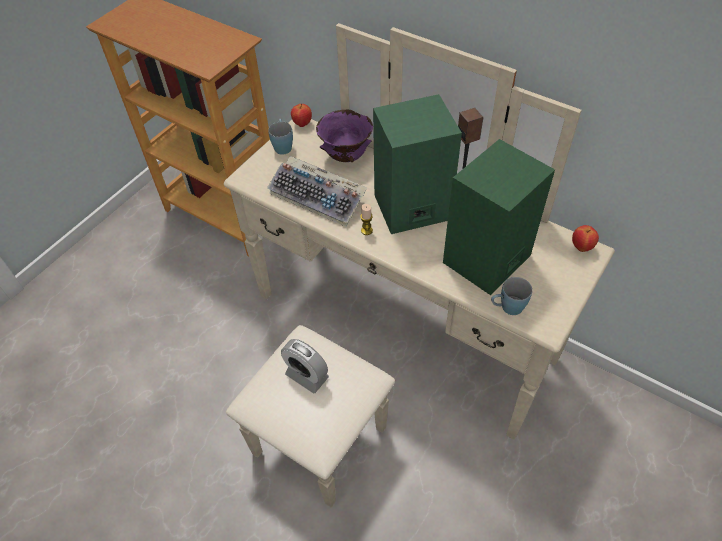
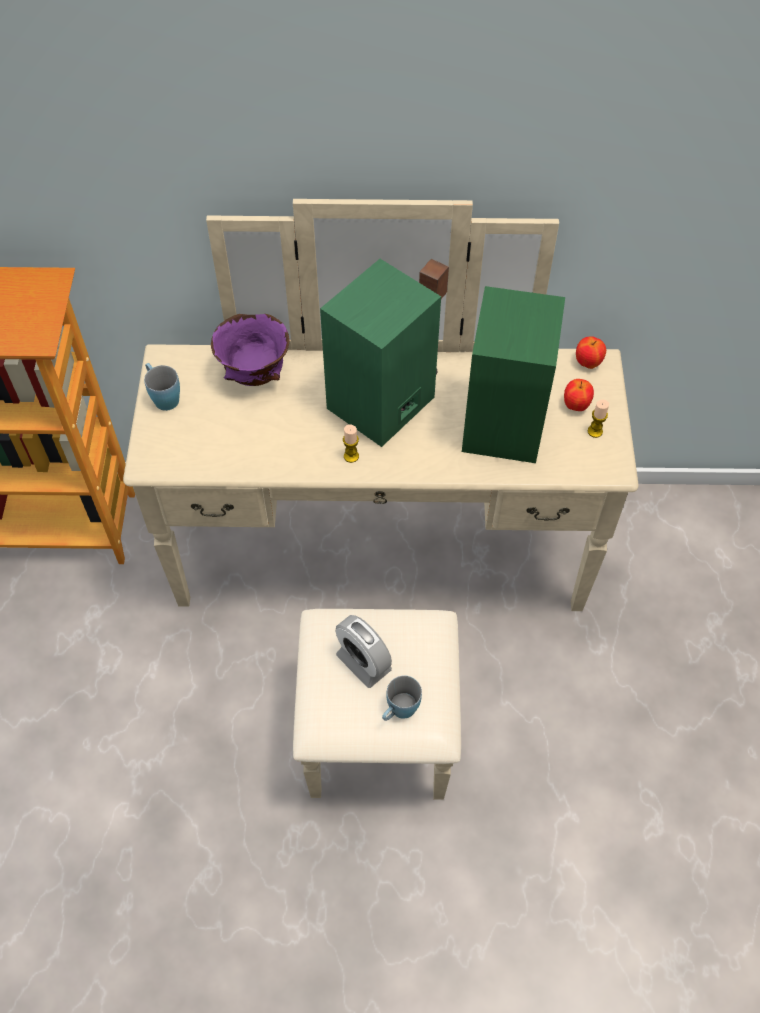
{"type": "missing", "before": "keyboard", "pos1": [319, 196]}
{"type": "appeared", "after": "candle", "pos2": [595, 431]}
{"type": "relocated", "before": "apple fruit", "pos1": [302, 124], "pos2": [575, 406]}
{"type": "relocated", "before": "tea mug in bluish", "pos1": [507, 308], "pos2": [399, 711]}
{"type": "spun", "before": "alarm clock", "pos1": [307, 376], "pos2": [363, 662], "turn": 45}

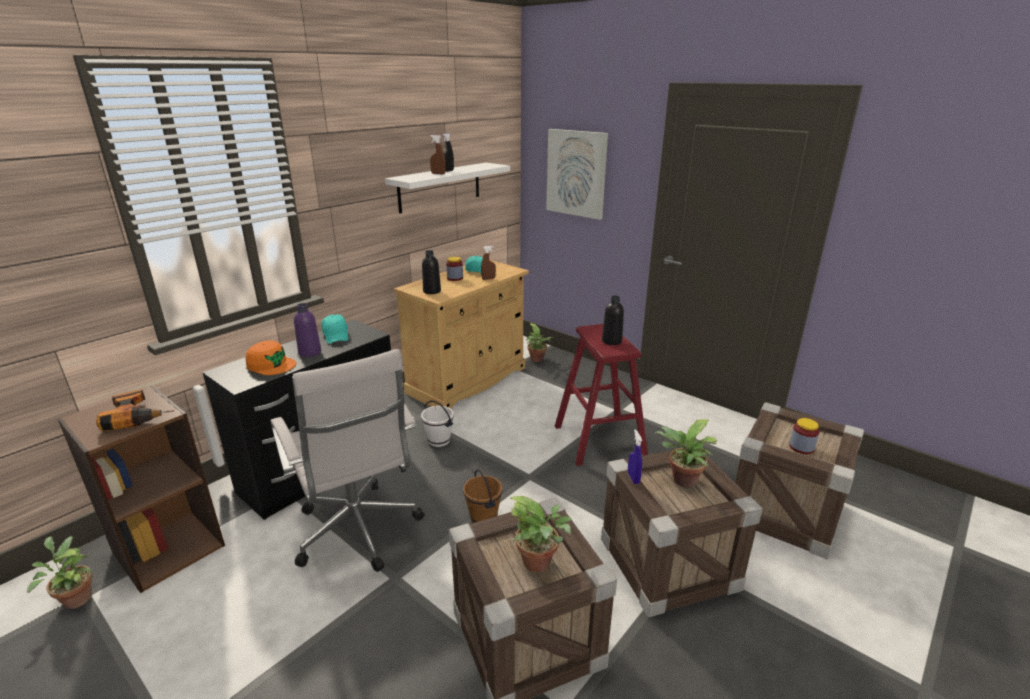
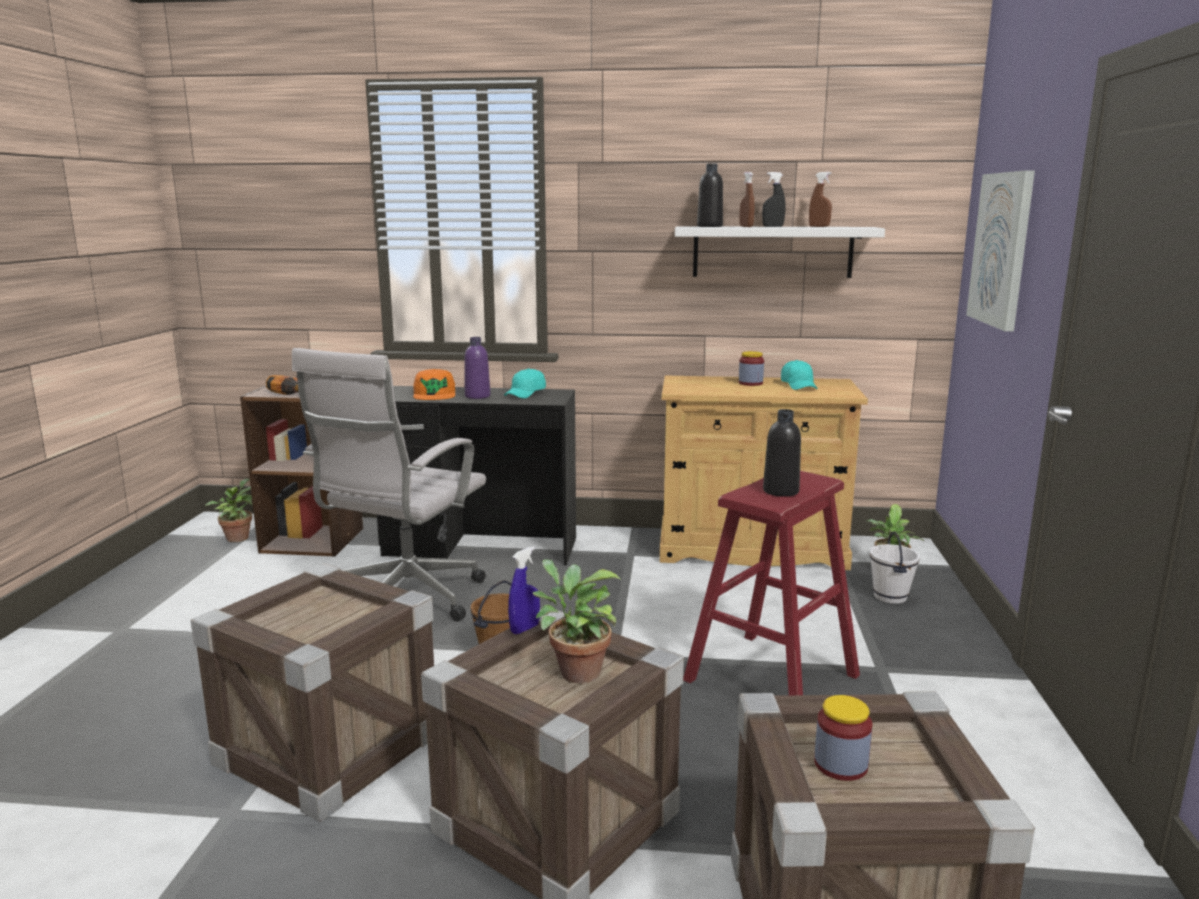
{"type": "missing", "before": "houseplant", "pos1": [540, 563]}
{"type": "relocated", "before": "water bucket in white-coloured", "pos1": [438, 441], "pos2": [889, 597]}
{"type": "relocated", "before": "drink bottle in blackish", "pos1": [432, 291], "pos2": [709, 226]}
{"type": "relocated", "before": "spray bottle in brownish", "pos1": [488, 279], "pos2": [819, 226]}

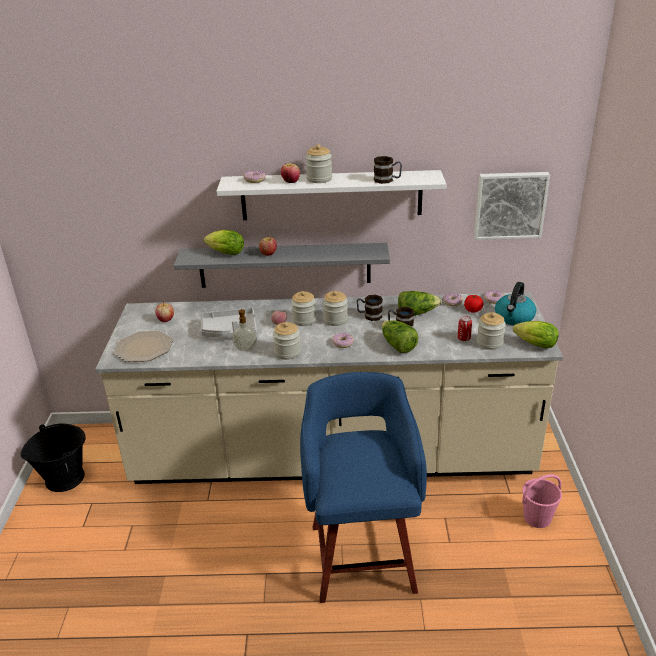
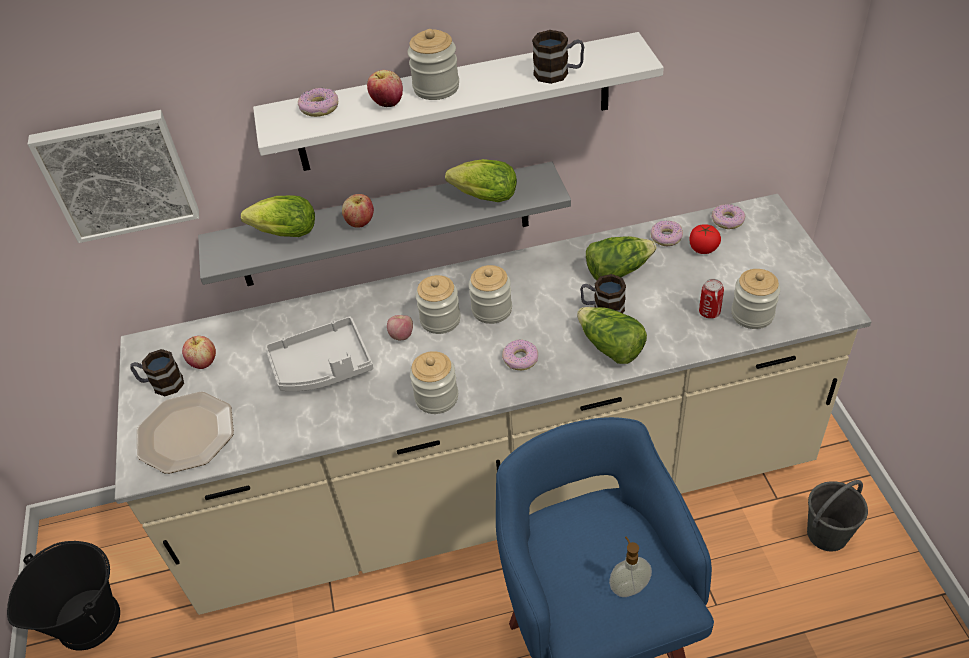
{"type": "missing", "before": "kettle", "pos1": [514, 318]}
{"type": "relocated", "before": "liquid soap bottle", "pos1": [245, 348], "pos2": [628, 587]}
{"type": "relocated", "before": "tea mug", "pos1": [369, 316], "pos2": [161, 384]}
{"type": "relocated", "before": "picture", "pos1": [510, 205], "pos2": [118, 174]}
{"type": "relocated", "before": "head of lettuce", "pos1": [533, 344], "pos2": [481, 197]}
{"type": "colour", "before": "water bucket in pink-coloured", "after": "water bucket in greyish", "pos1": [537, 518], "pos2": [827, 533]}

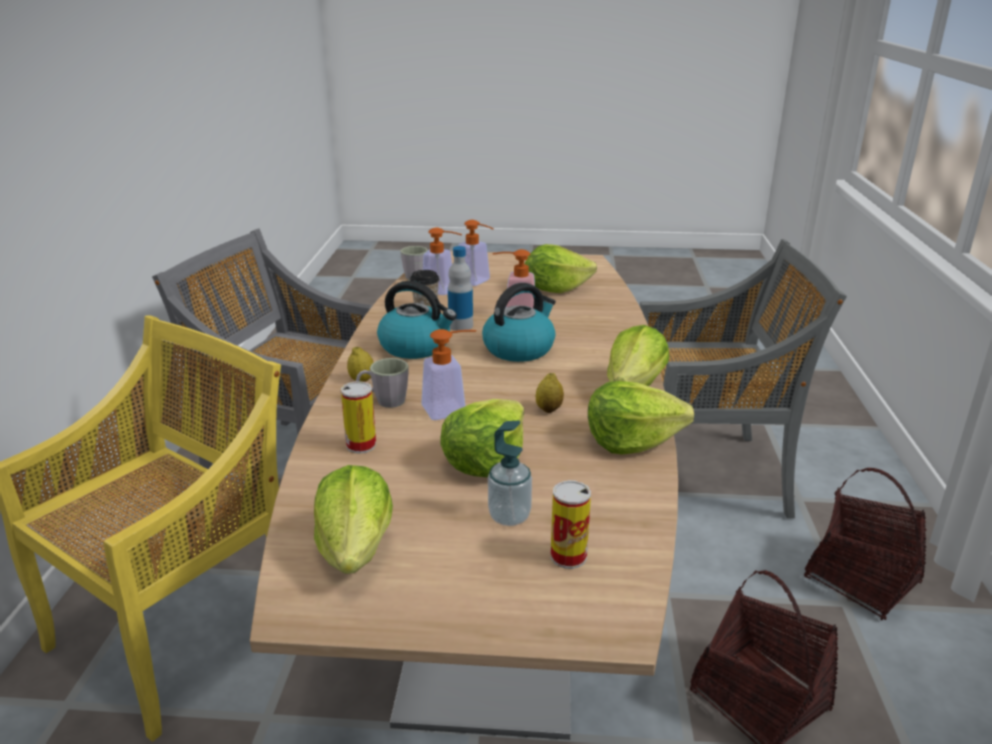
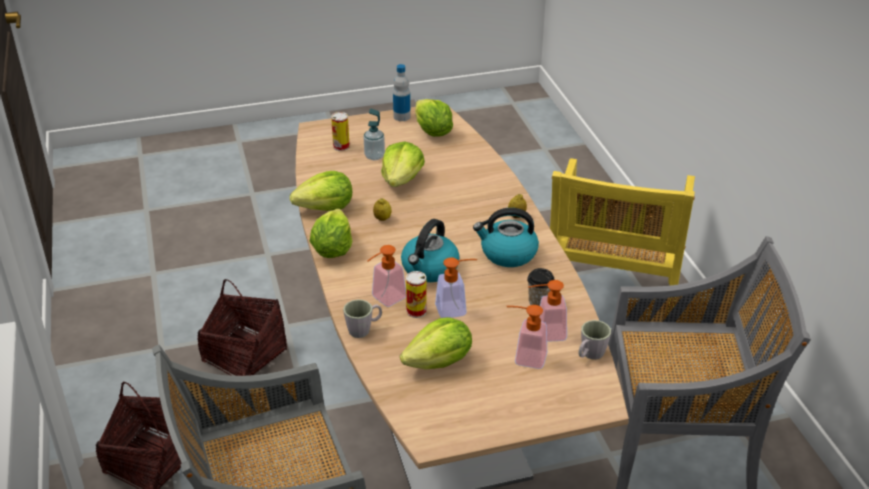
{"type": "relocated", "before": "metal can", "pos1": [361, 445], "pos2": [416, 311]}
{"type": "relocated", "before": "tea mug in greyish", "pos1": [384, 401], "pos2": [364, 329]}
{"type": "relocated", "before": "liquid soap bottle", "pos1": [451, 409], "pos2": [384, 299]}
{"type": "relocated", "before": "drink bottle", "pos1": [460, 326], "pos2": [402, 117]}

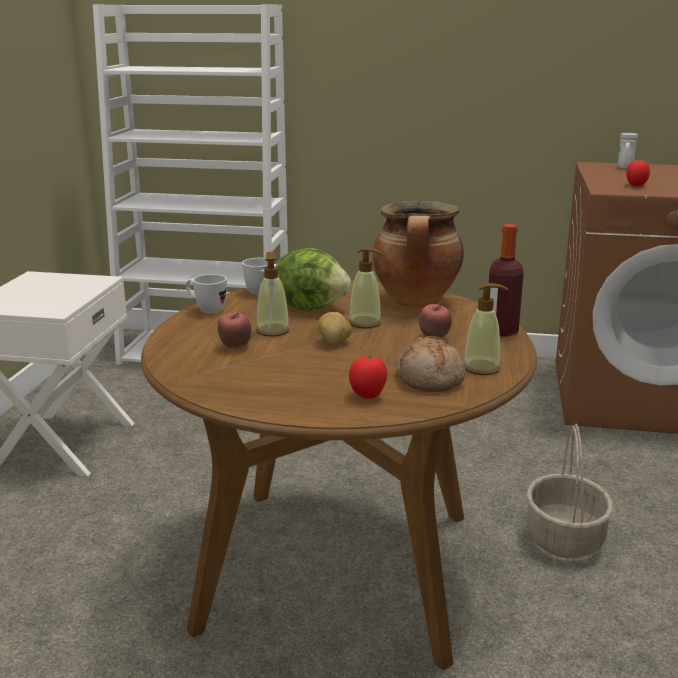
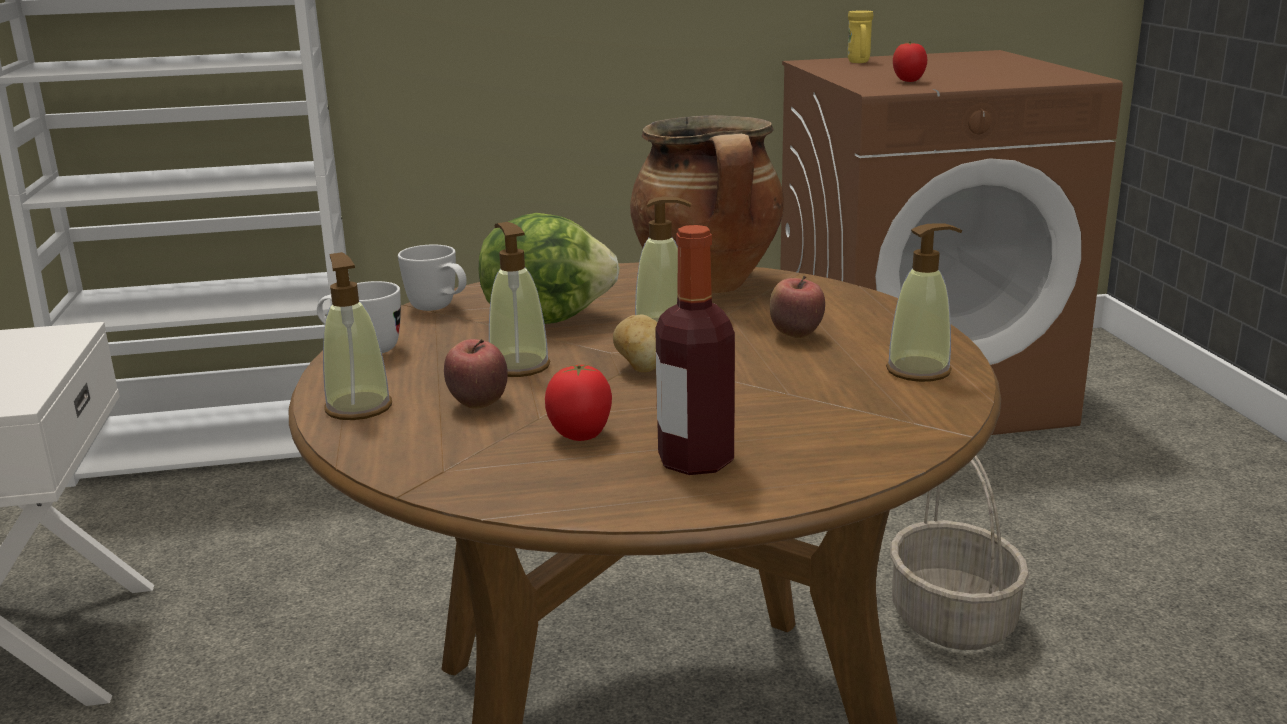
{"type": "missing", "before": "bakery bread", "pos1": [430, 379]}
{"type": "appeared", "after": "liquid soap bottle", "pos2": [358, 408]}
{"type": "relocated", "before": "tomato", "pos1": [368, 396], "pos2": [581, 436]}
{"type": "relocated", "before": "drink bottle", "pos1": [501, 331], "pos2": [695, 461]}
{"type": "colour", "before": "tea mug in white-coloured", "after": "tea mug in yellowish", "pos1": [624, 168], "pos2": [859, 62]}

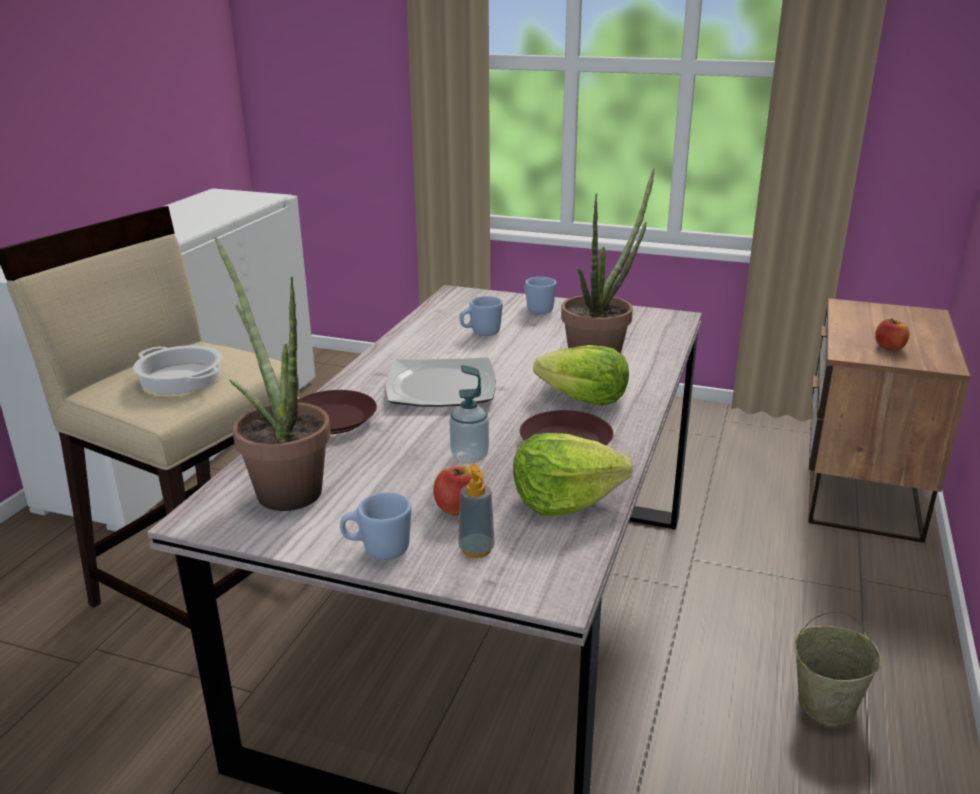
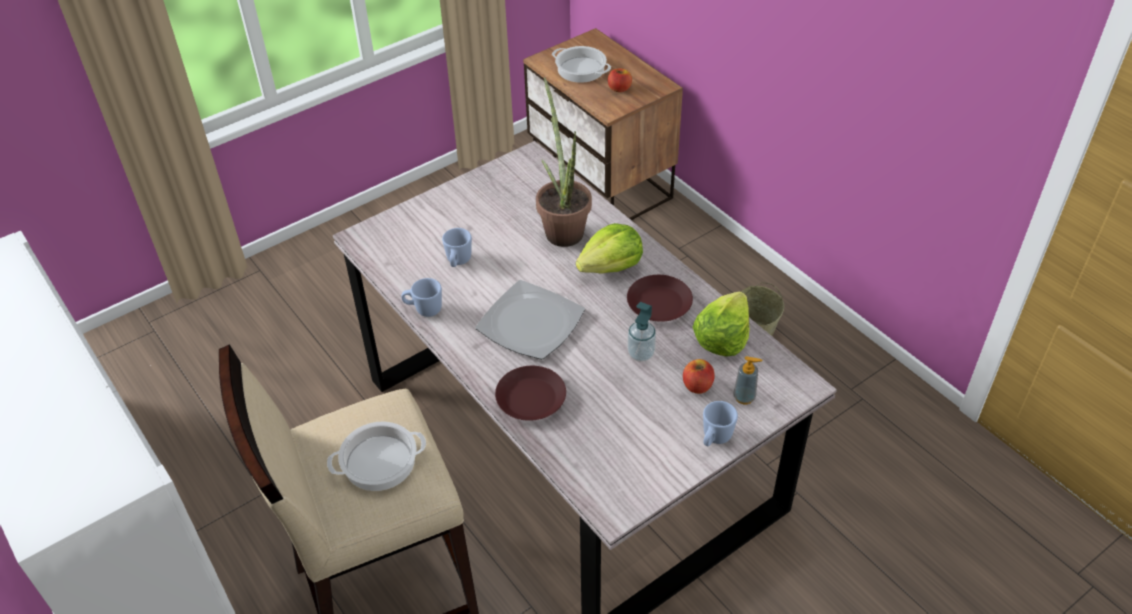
{"type": "missing", "before": "houseplant", "pos1": [283, 487]}
{"type": "appeared", "after": "stockpot", "pos2": [580, 69]}
{"type": "relocated", "before": "tea mug in bluish", "pos1": [537, 309], "pos2": [424, 309]}

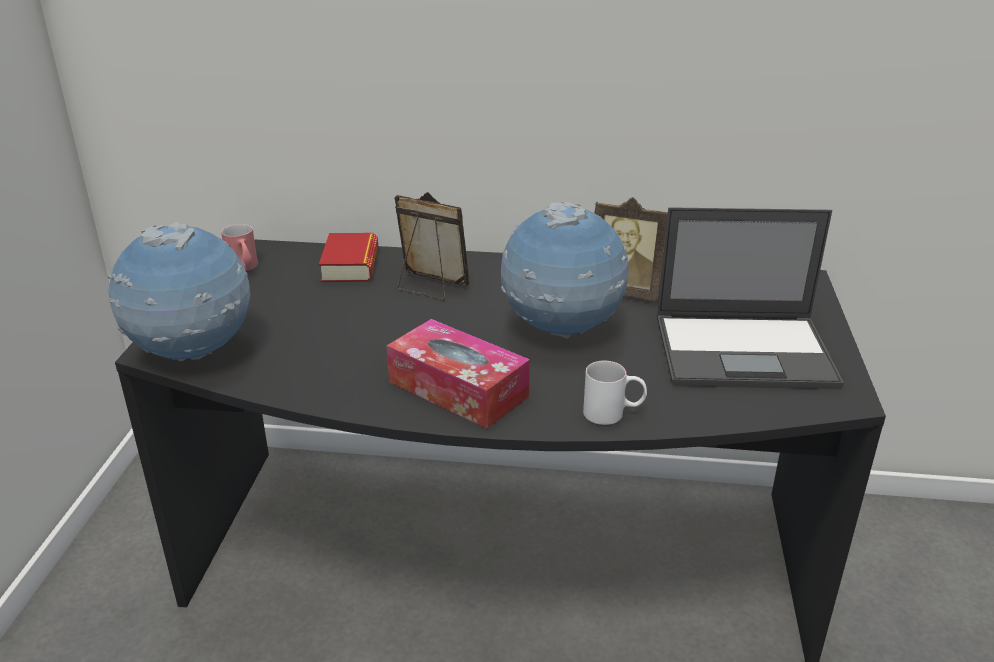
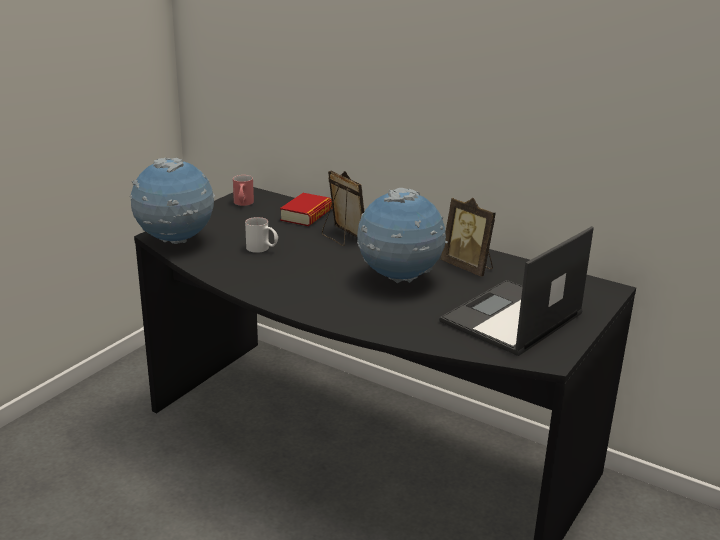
{"type": "missing", "before": "tissue box", "pos1": [458, 389]}
{"type": "relocated", "before": "tea mug in white-coloured", "pos1": [613, 414], "pos2": [262, 249]}
{"type": "spun", "before": "portable computer", "pos1": [745, 351], "pos2": [511, 318], "turn": 105}

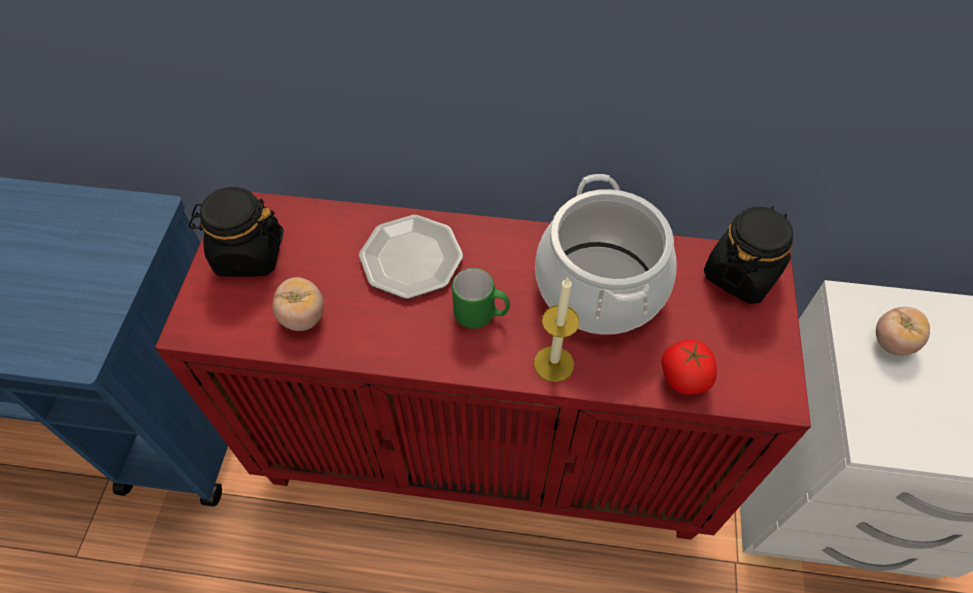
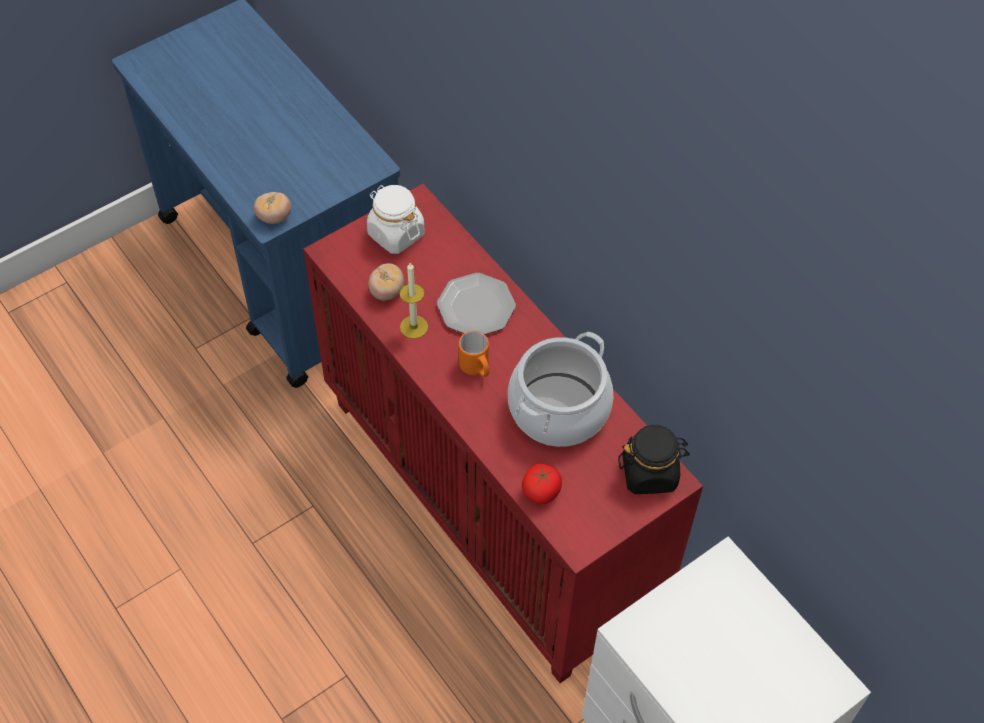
{"type": "relocated", "before": "candle", "pos1": [553, 364], "pos2": [414, 327]}
{"type": "relocated", "before": "tomato", "pos1": [892, 342], "pos2": [274, 217]}
{"type": "colour", "before": "storage jar in blackish", "after": "storage jar in white-coloured", "pos1": [248, 254], "pos2": [395, 234]}
{"type": "colour", "before": "tea mug in green", "after": "tea mug in orangey", "pos1": [481, 315], "pos2": [476, 368]}

